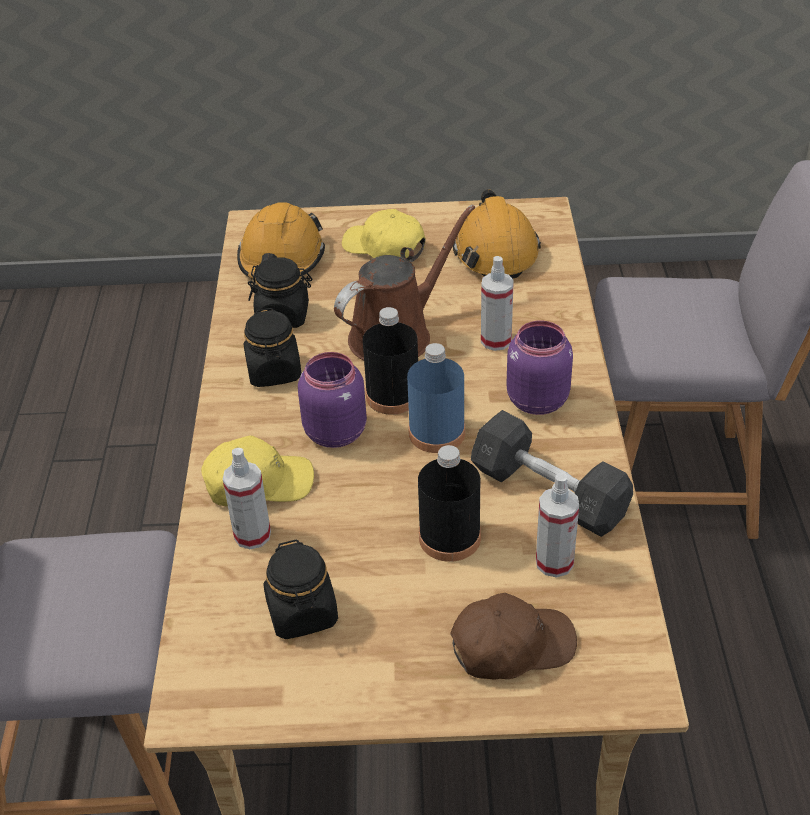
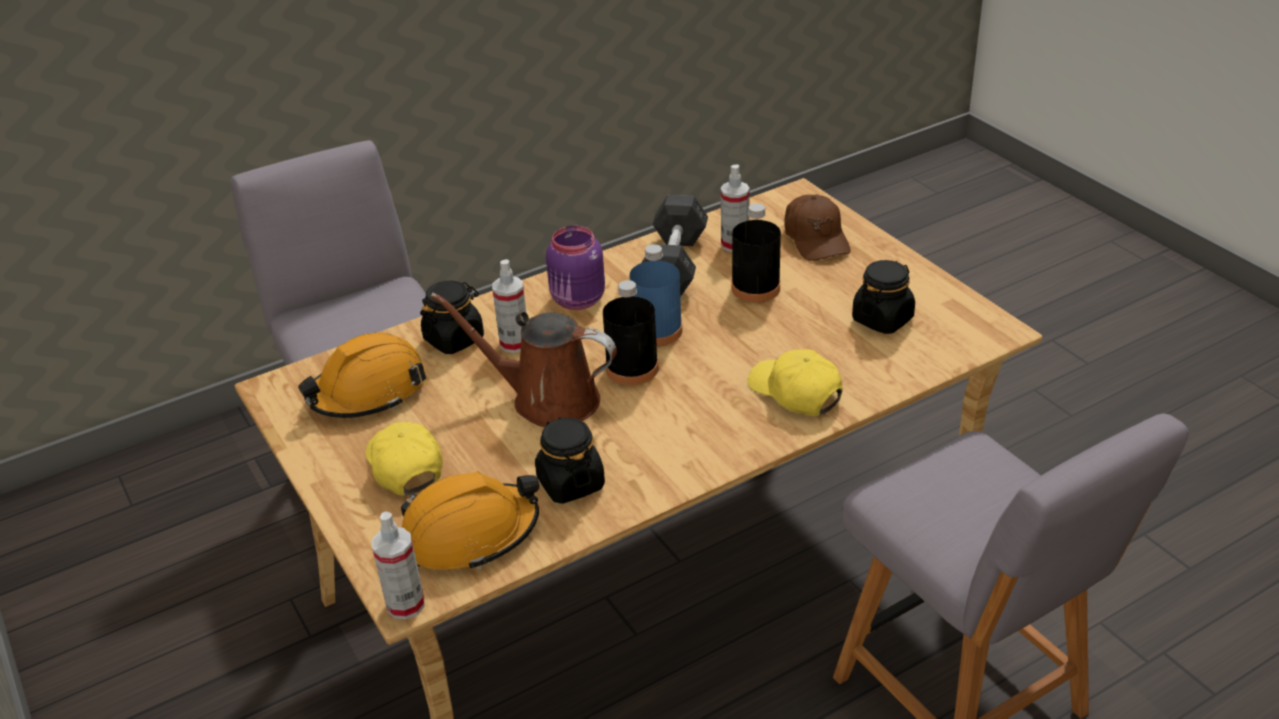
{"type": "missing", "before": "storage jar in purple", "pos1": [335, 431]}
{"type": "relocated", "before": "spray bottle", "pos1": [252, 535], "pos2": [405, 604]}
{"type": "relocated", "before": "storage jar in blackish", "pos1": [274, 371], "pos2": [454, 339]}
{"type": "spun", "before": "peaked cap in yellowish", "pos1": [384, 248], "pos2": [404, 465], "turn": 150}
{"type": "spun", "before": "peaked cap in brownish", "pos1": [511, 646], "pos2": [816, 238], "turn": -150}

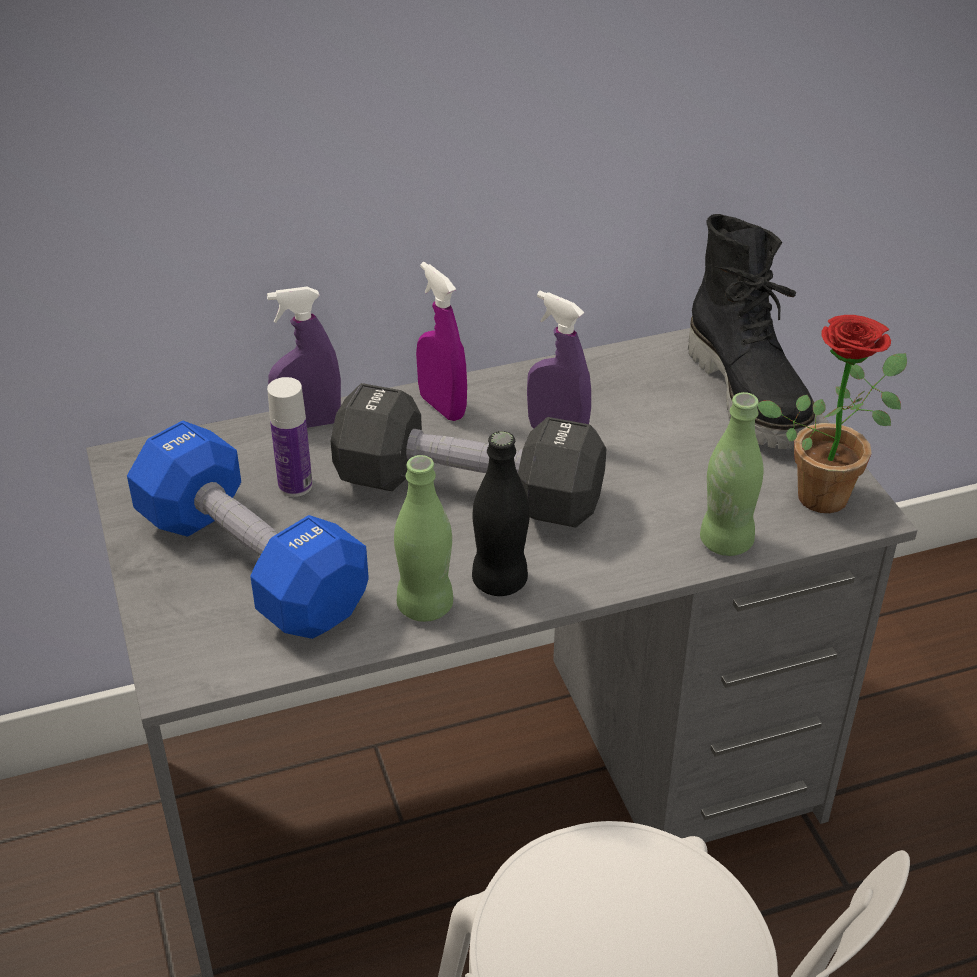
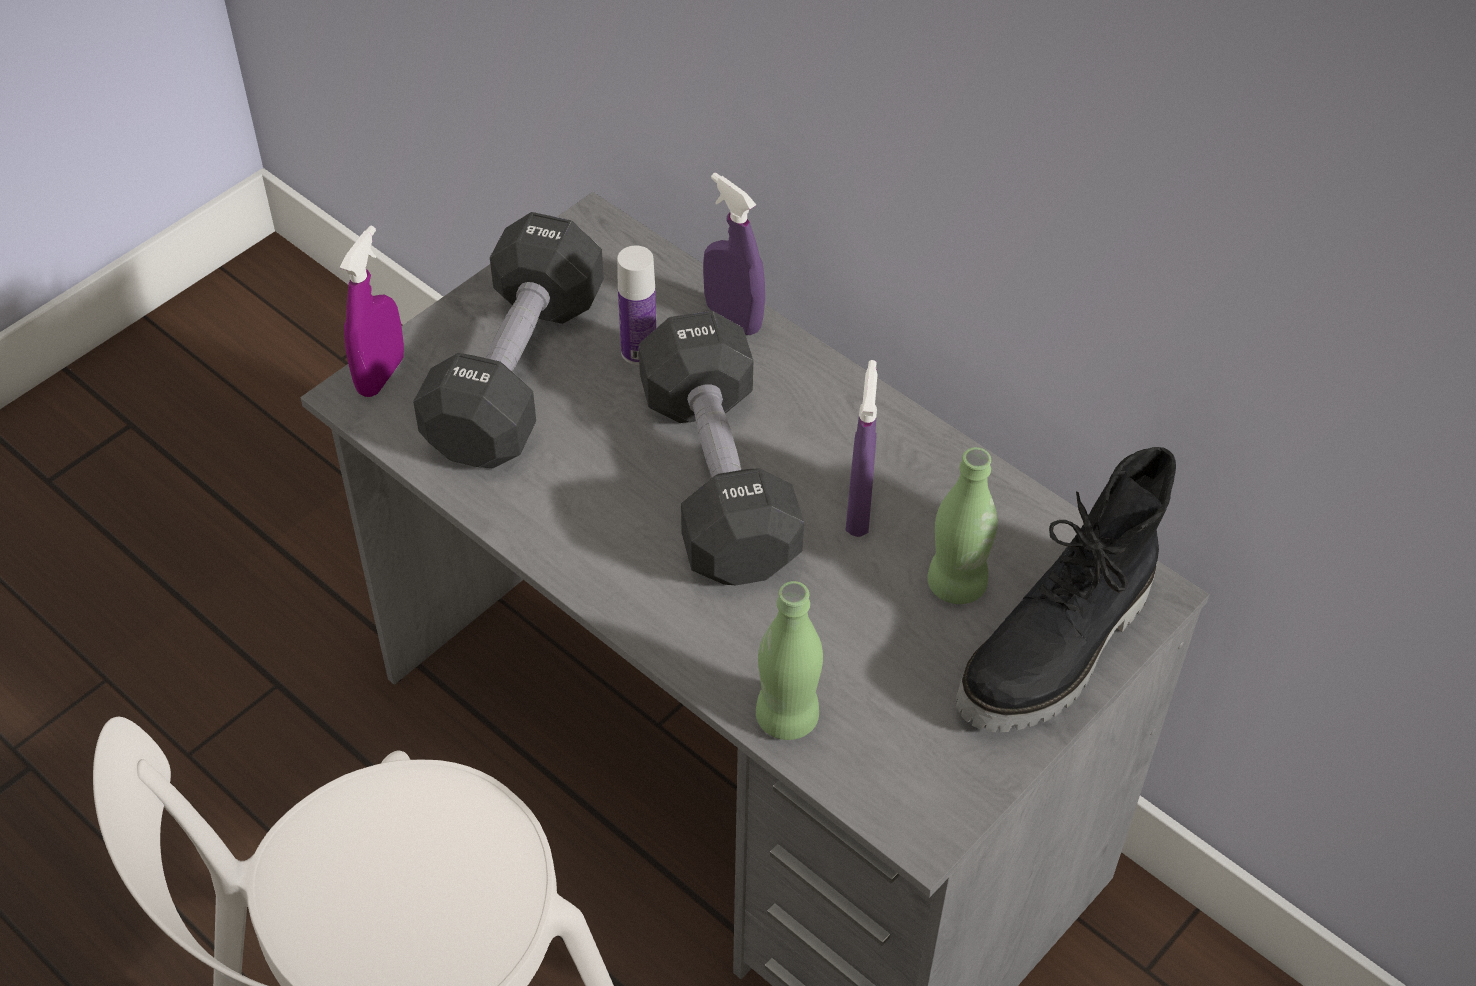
{"type": "missing", "before": "drink bottle in blackish", "pos1": [500, 581]}
{"type": "missing", "before": "houseplant", "pos1": [827, 490]}
{"type": "relocated", "before": "drink bottle in green", "pos1": [425, 606], "pos2": [956, 585]}
{"type": "relocated", "before": "spray bottle in purple", "pos1": [442, 407], "pos2": [381, 375]}
{"type": "colour", "before": "free weight in bluish", "after": "free weight in blackish", "pos1": [251, 564], "pos2": [516, 373]}

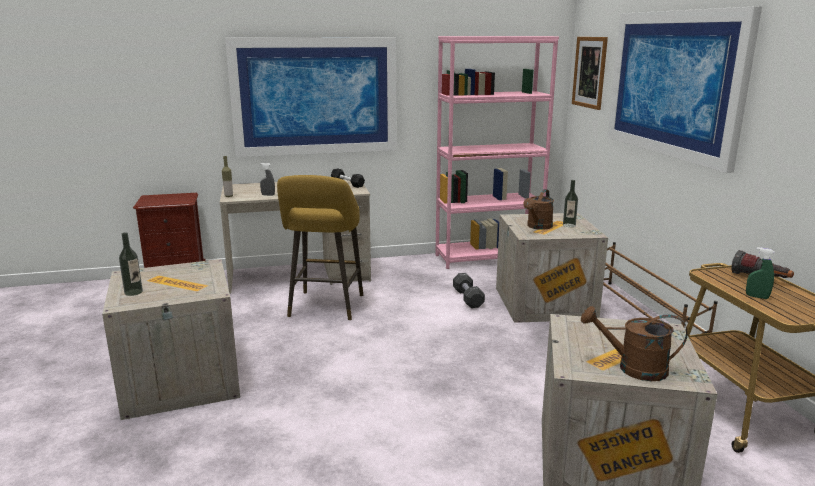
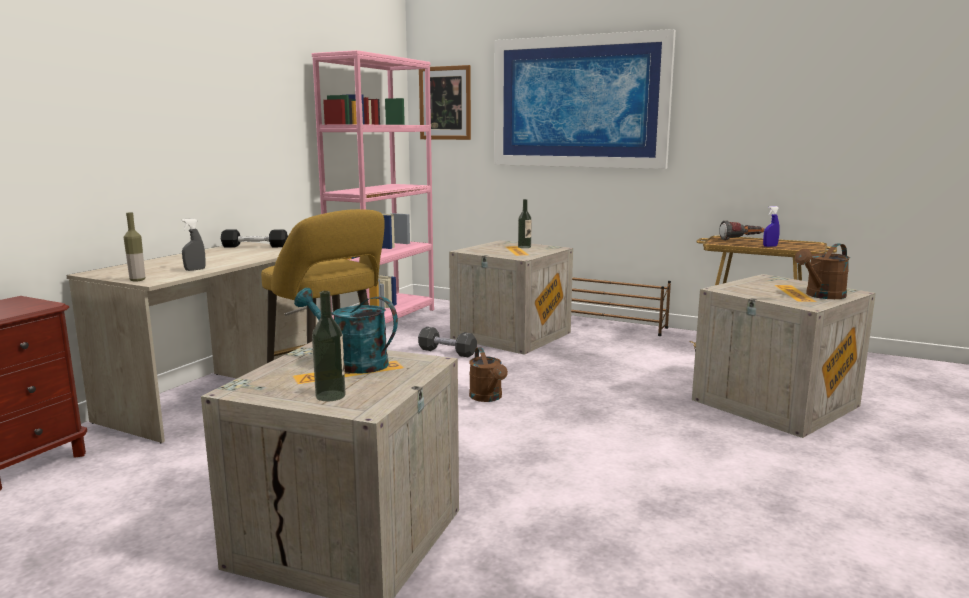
{"type": "missing", "before": "picture", "pos1": [315, 96]}
{"type": "appeared", "after": "sprinkling can in blue-green", "pos2": [351, 363]}
{"type": "relocated", "before": "sprinkling can in brownish", "pos1": [538, 227], "pos2": [488, 398]}
{"type": "colour", "before": "spray bottle in green", "after": "spray bottle in bluish", "pos1": [757, 297], "pos2": [770, 246]}

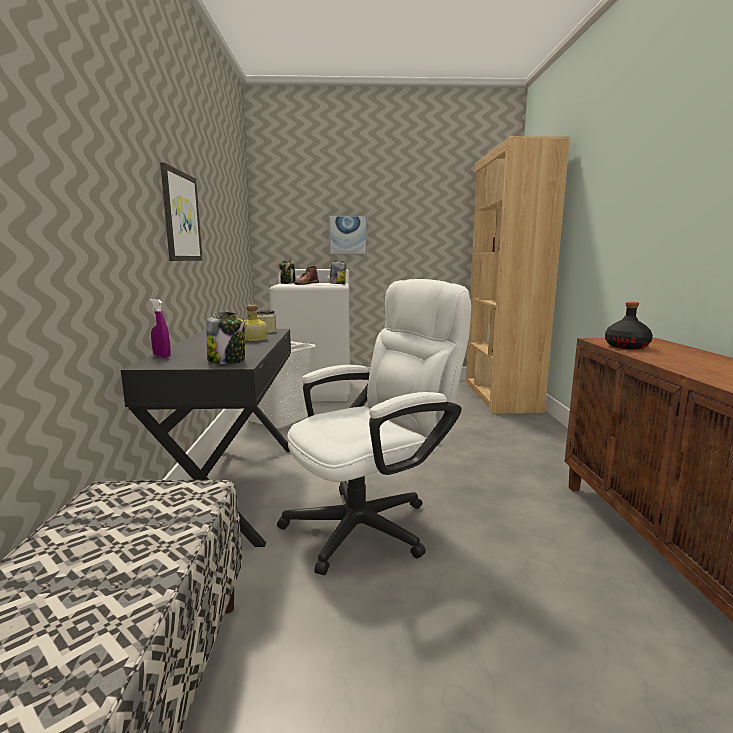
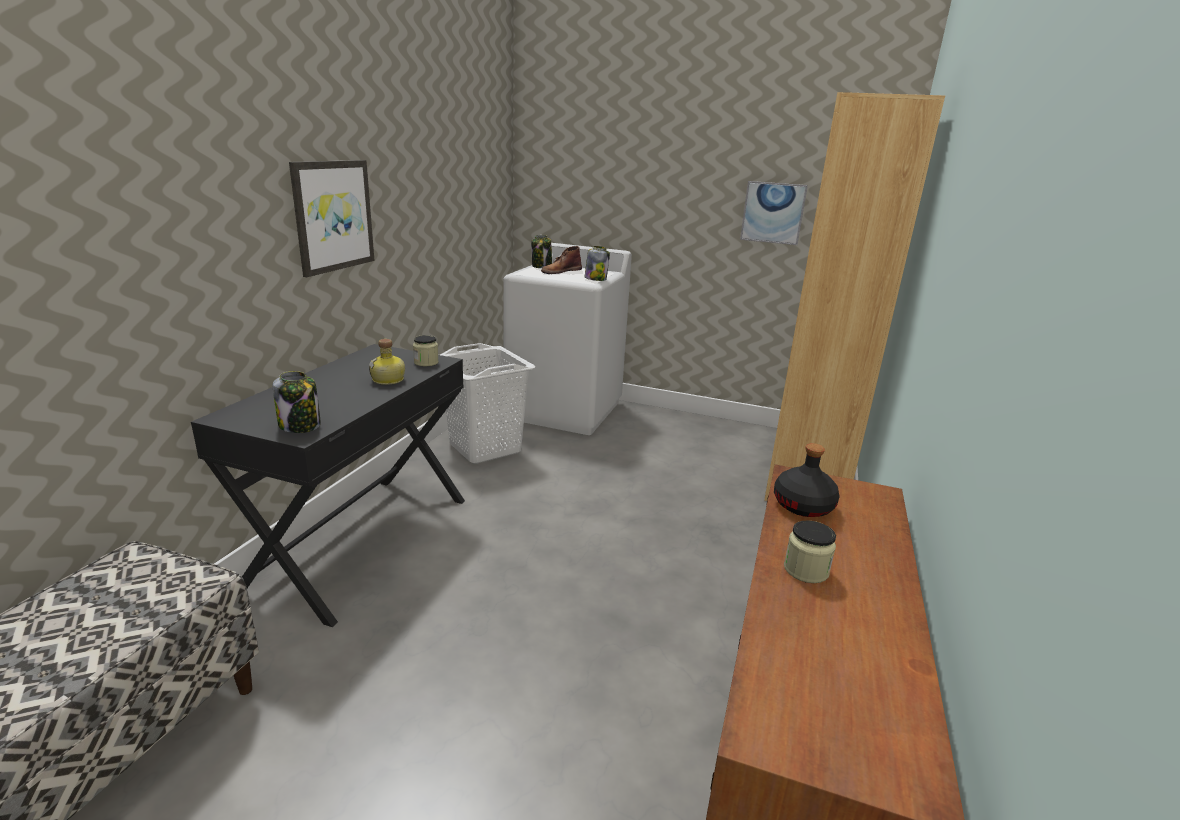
{"type": "missing", "before": "spray bottle in purple", "pos1": [162, 356]}
{"type": "missing", "before": "office chair in white-coloured", "pos1": [372, 523]}
{"type": "appeared", "after": "storage jar", "pos2": [806, 570]}
{"type": "relocated", "before": "picture", "pos1": [347, 235], "pos2": [773, 213]}

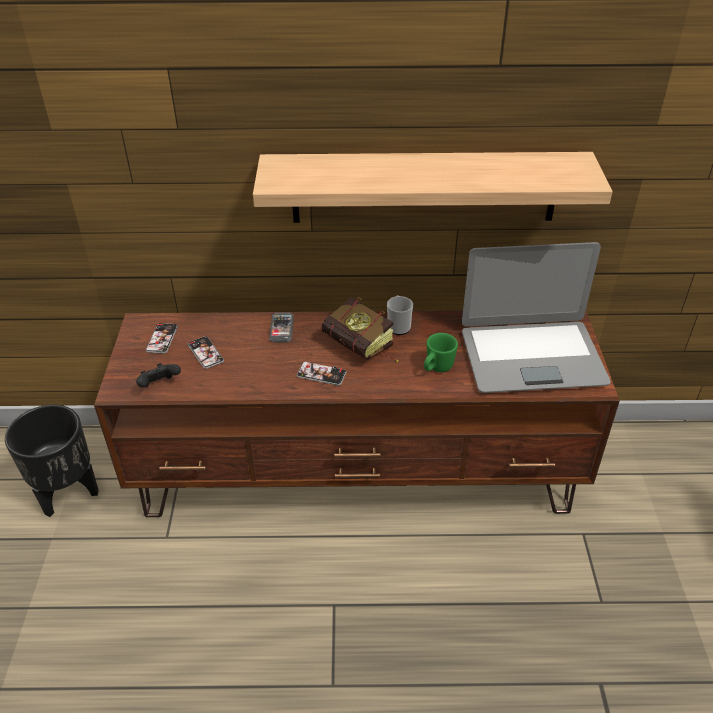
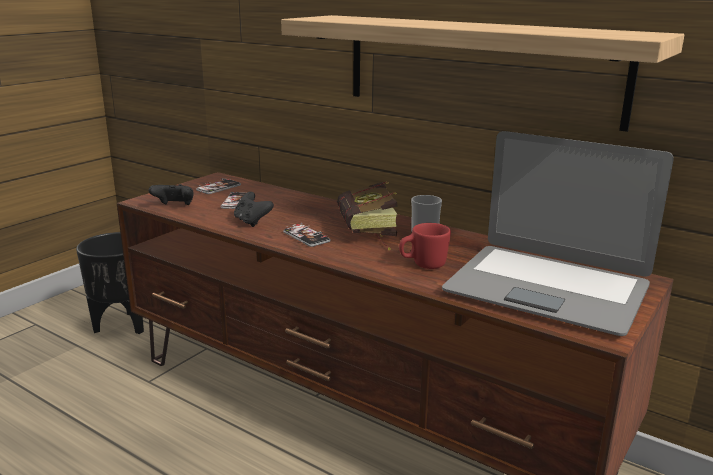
{"type": "missing", "before": "telephone", "pos1": [281, 328]}
{"type": "appeared", "after": "game controller in blackish", "pos2": [252, 222]}
{"type": "colour", "before": "tea mug in green", "after": "tea mug in red-coloured", "pos1": [437, 368], "pos2": [423, 265]}

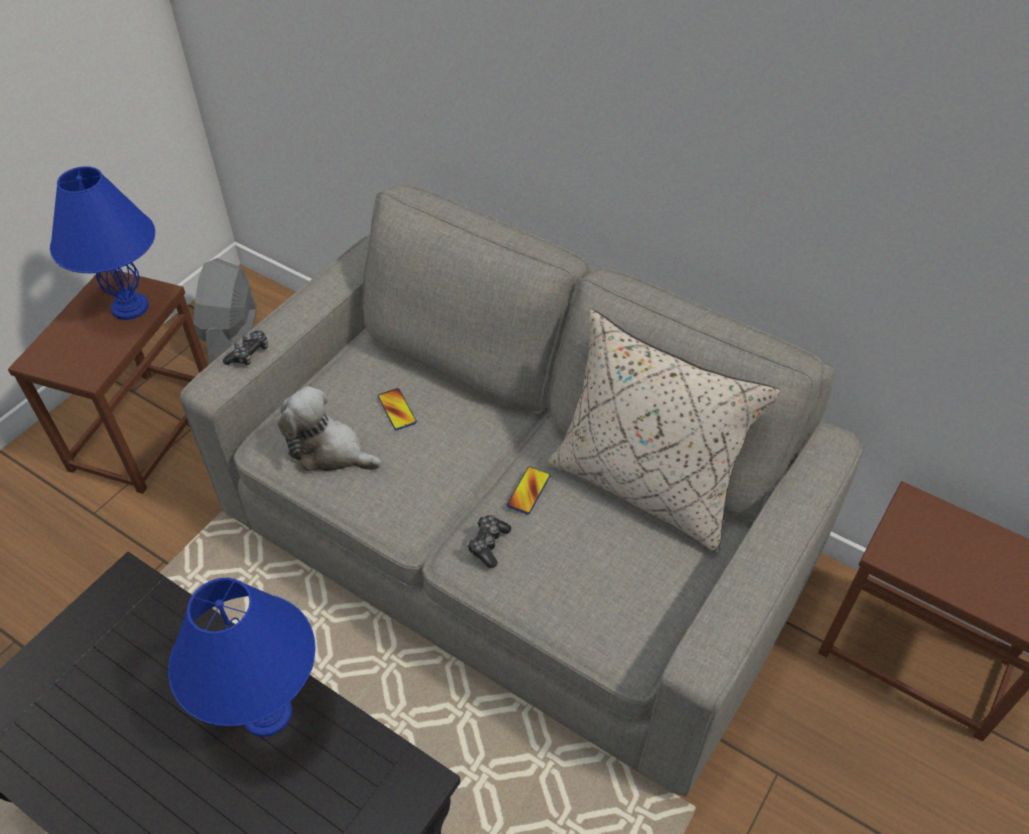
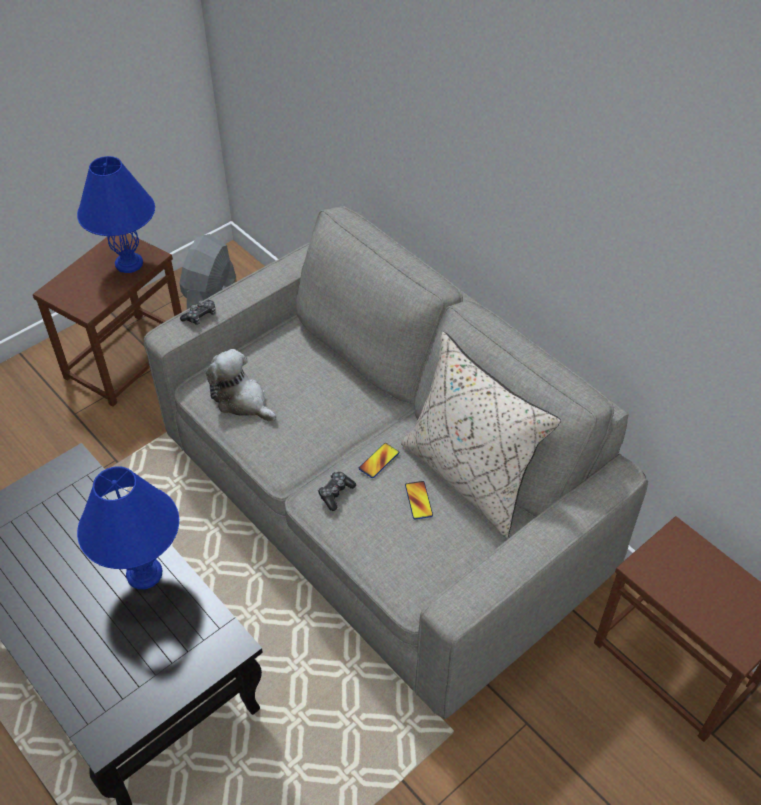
{"type": "relocated", "before": "telephone", "pos1": [397, 410], "pos2": [418, 500]}

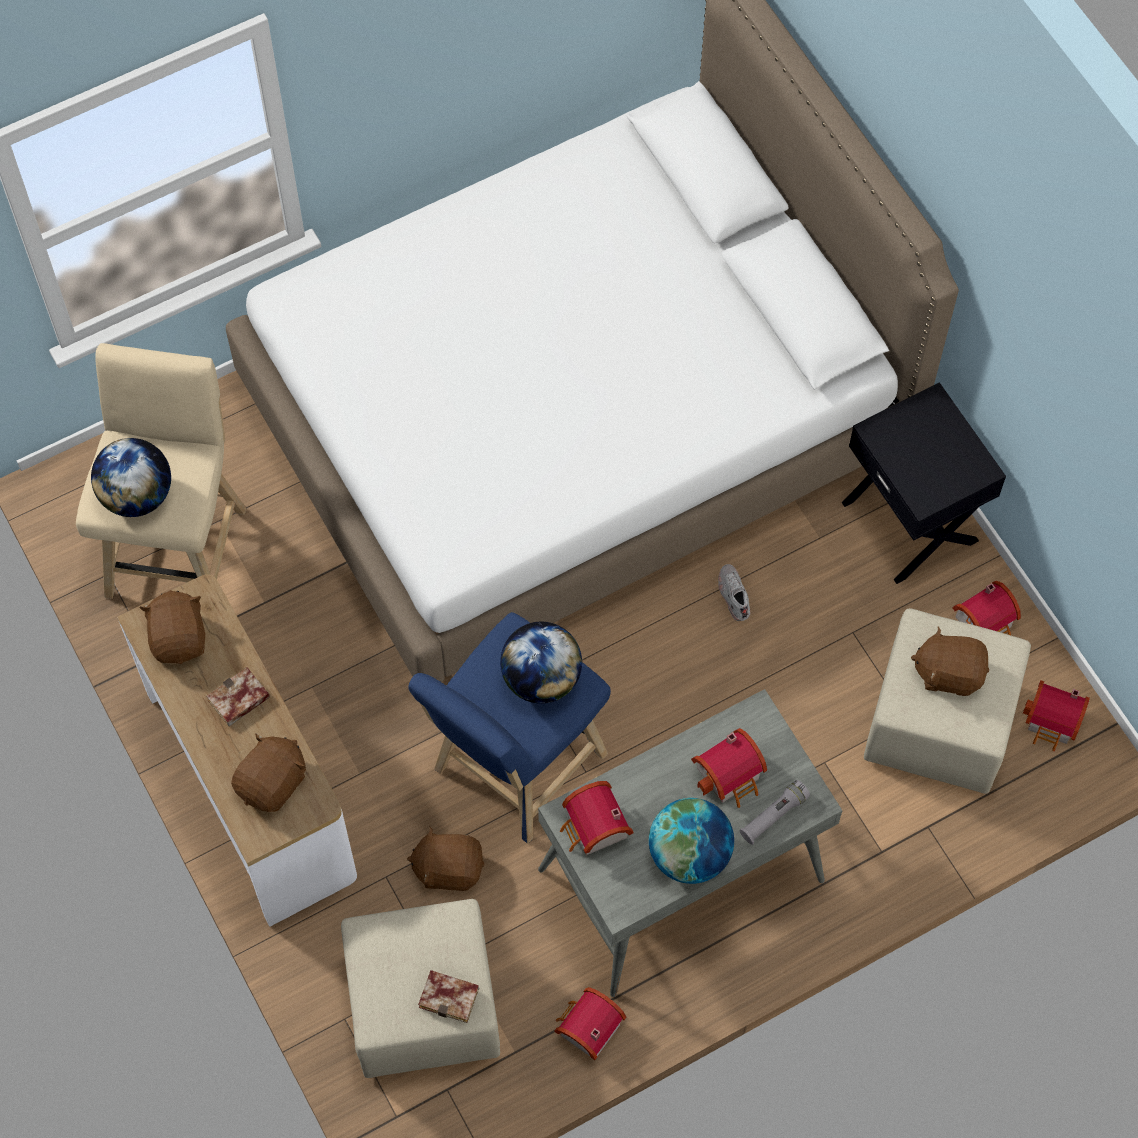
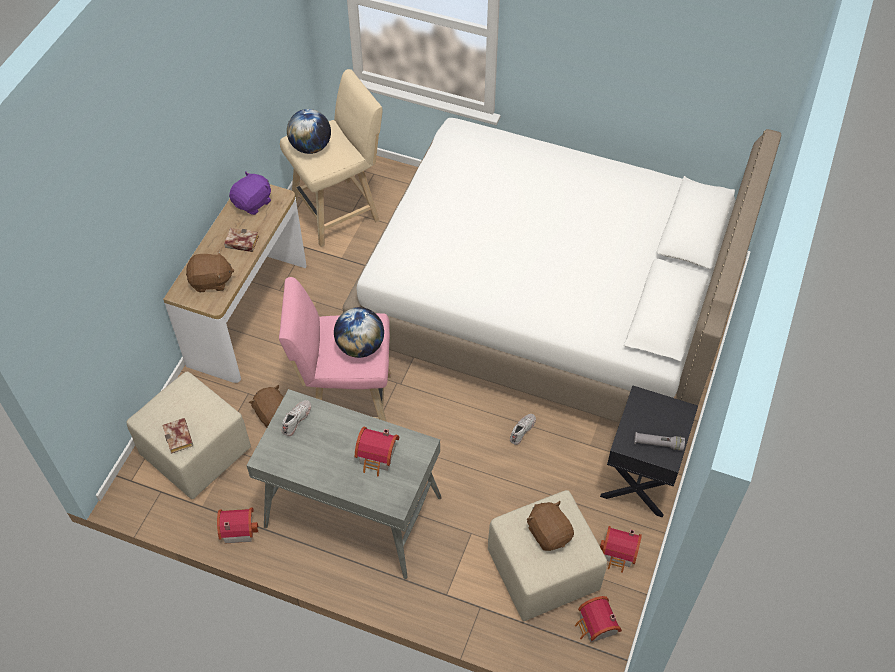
{"type": "missing", "before": "desk globe", "pos1": [689, 854]}
{"type": "relocated", "before": "torch in greyish", "pos1": [773, 816], "pos2": [658, 444]}
{"type": "exchanged", "before": "toy house", "after": "low shoe in white-coloured", "pos1": [594, 830], "pos2": [296, 419]}
{"type": "colour", "before": "cuddly toy in brownish", "after": "cuddly toy in purple", "pos1": [179, 638], "pos2": [253, 203]}
{"type": "colour", "before": "sitting stool in bluish", "after": "sitting stool in pink-coloured", "pos1": [514, 768], "pos2": [346, 404]}

